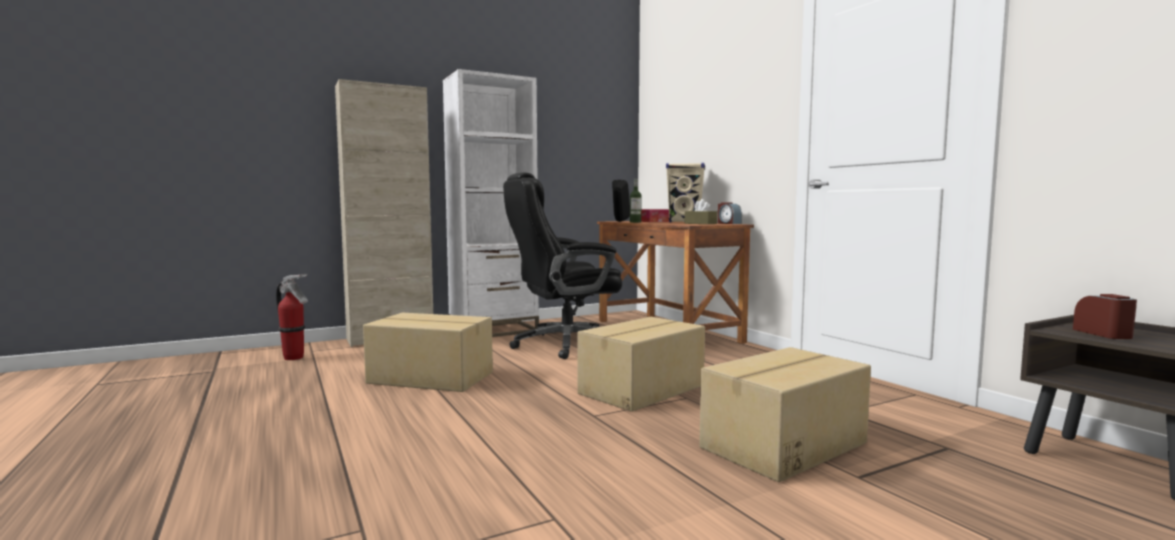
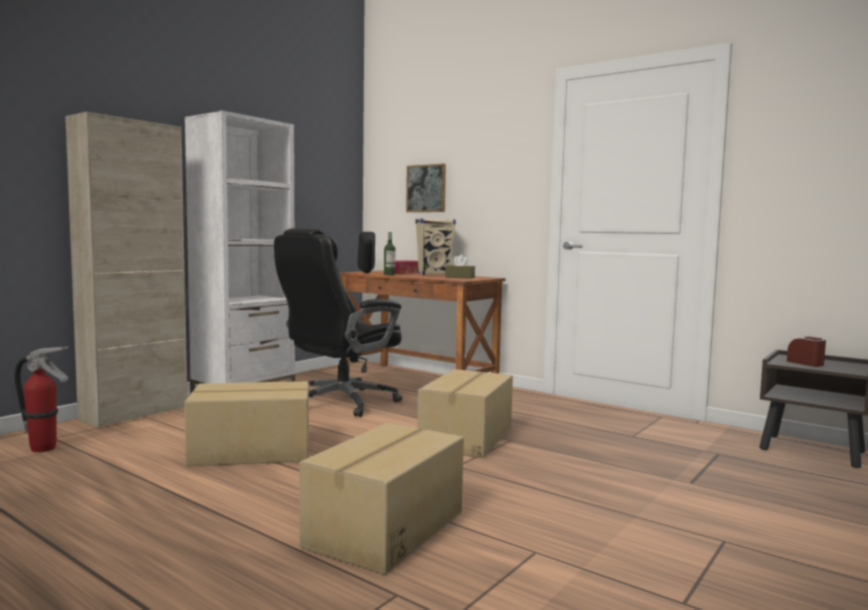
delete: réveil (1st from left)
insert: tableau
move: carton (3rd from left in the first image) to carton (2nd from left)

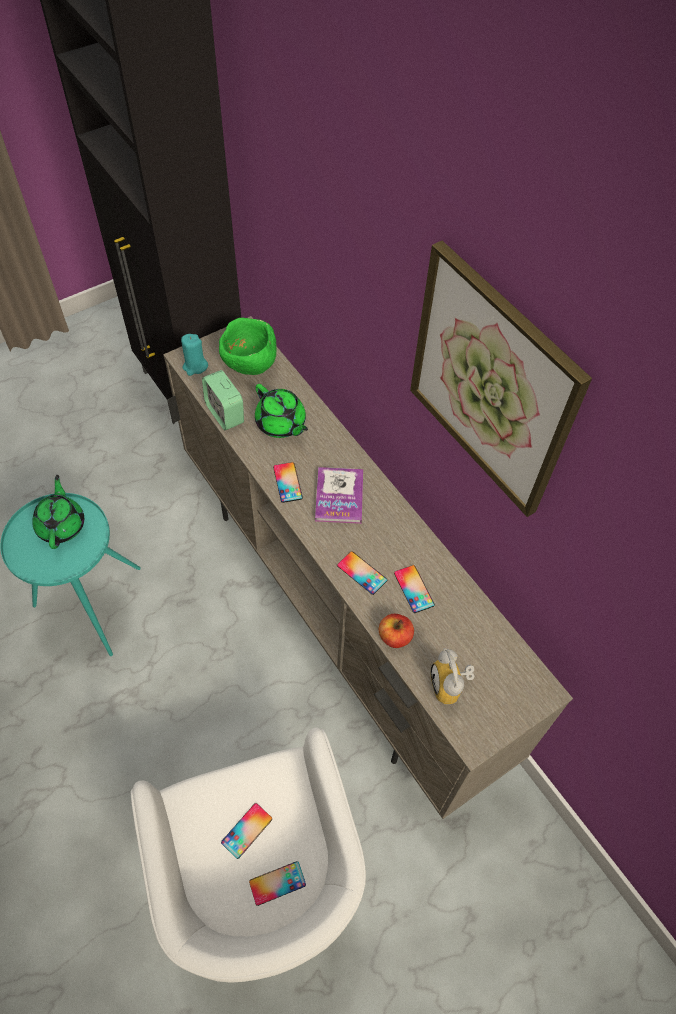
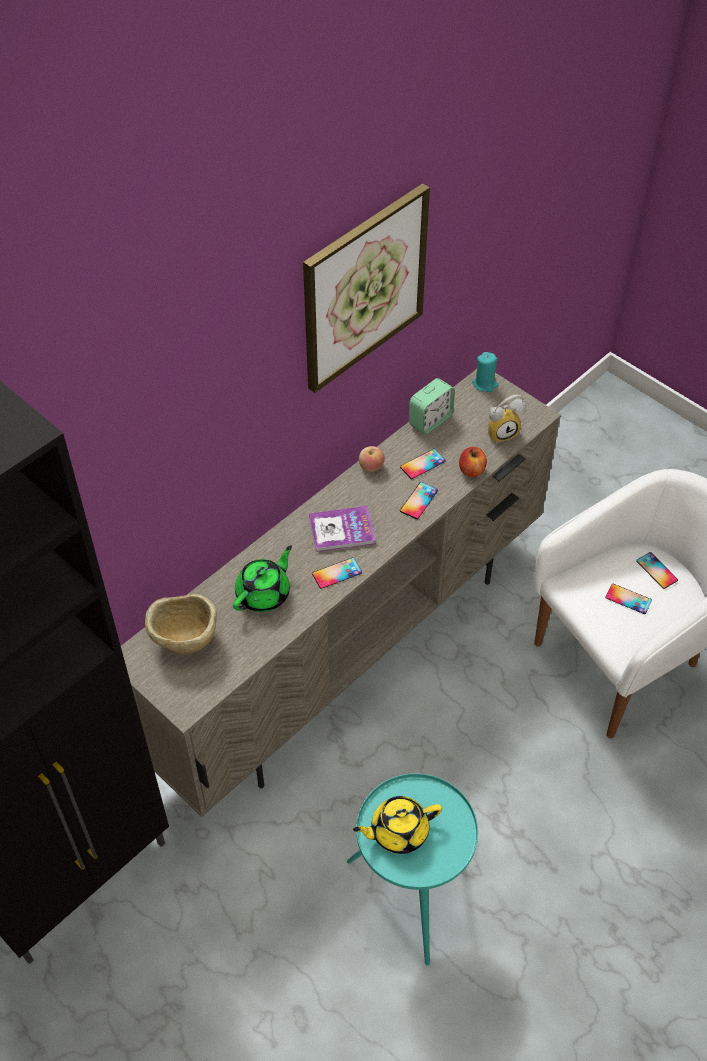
insert: pomme (1st from left)
move: bougie (turquoise); réveil (1st from left)
recolor: théière (vert) (1st from left) to théière (jaune); bol (vert) to bol (beige)

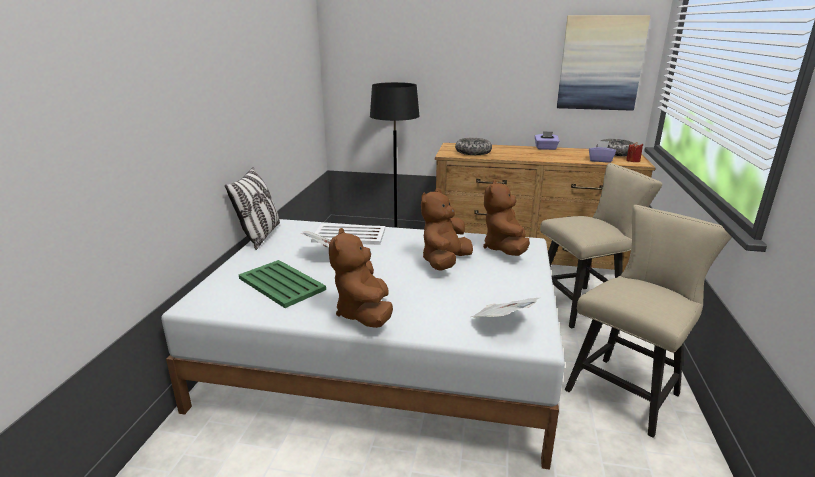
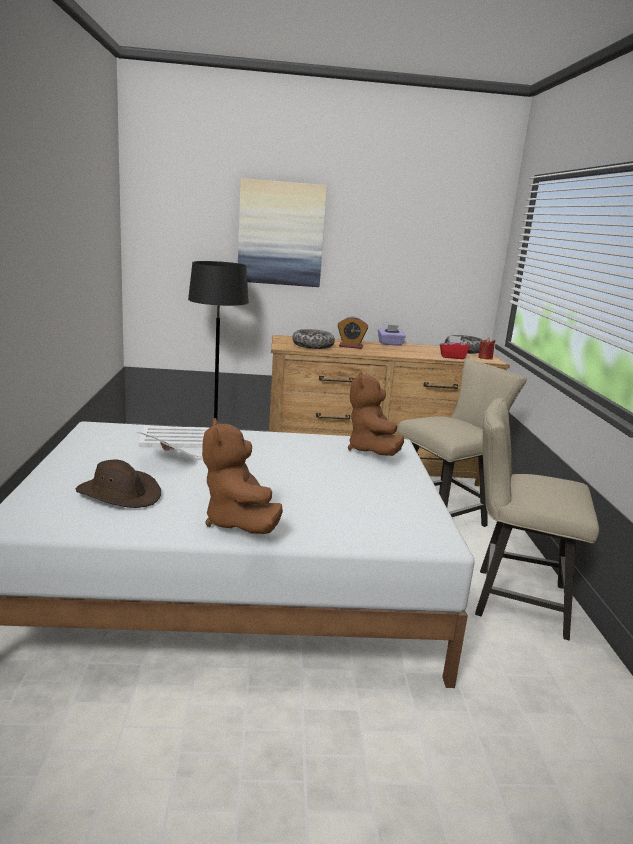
delete: coussin; peluche (marron) (2nd from left); journal (2nd from left)
insert: réveil
move: tableau
replace: plateau (vert) to chapeau (marron)
recolor: boîte à mouchoirs (violet) (2nd from left) to boîte à mouchoirs (rouge)
rotate: chaise (beige) (2nd from left) 105 degrees counterclockwise

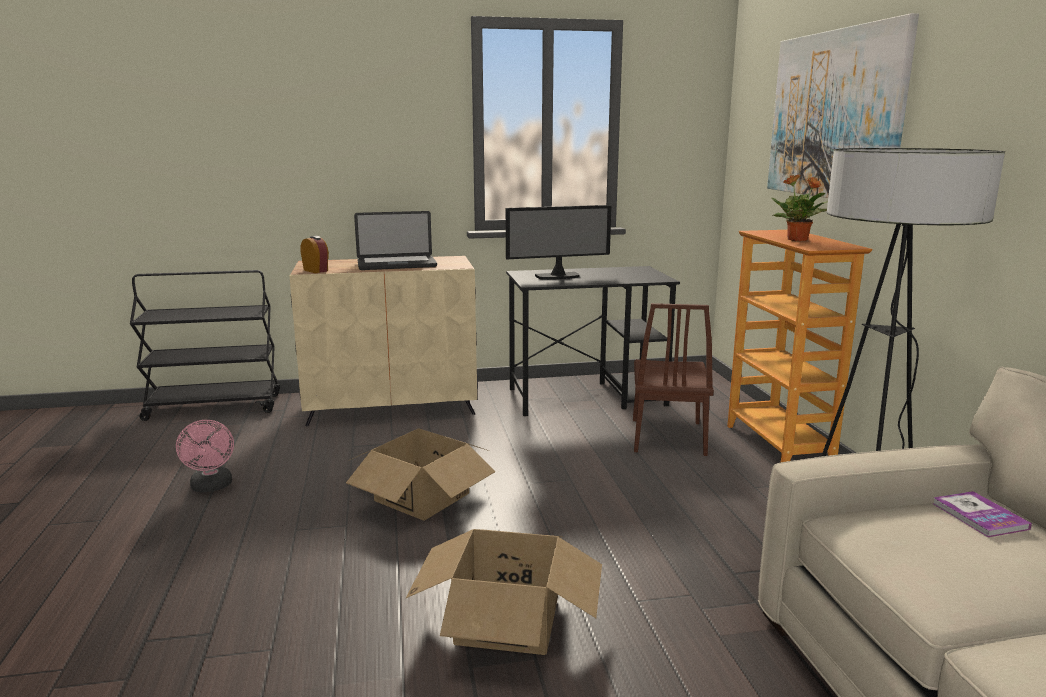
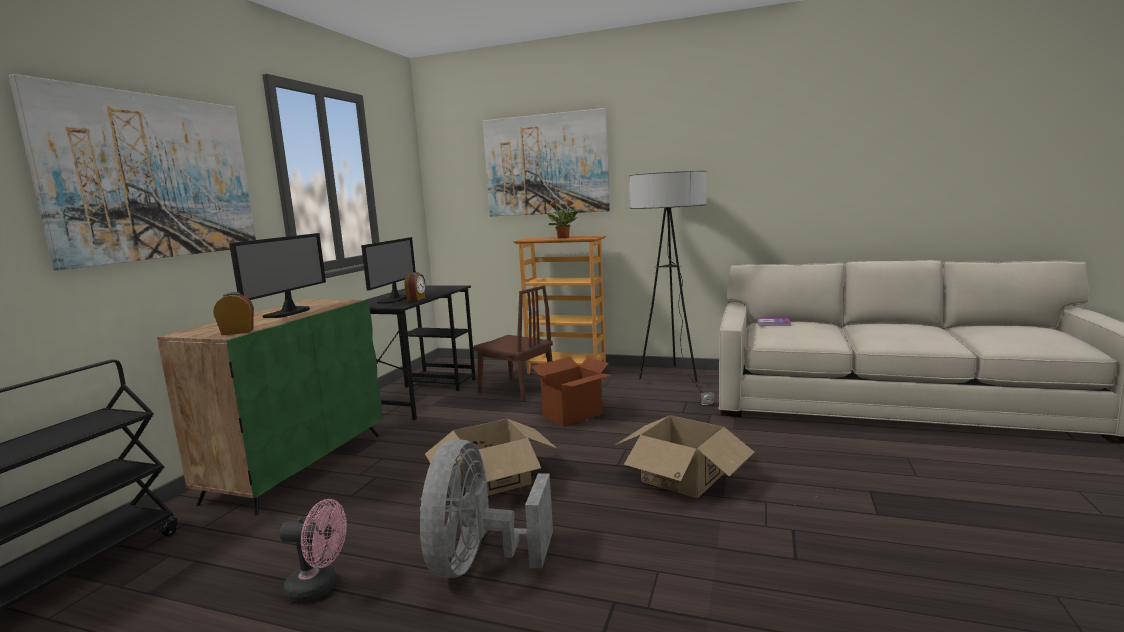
insert: tableau (1st from left); réveil (2nd from left); ventilateur (gris); carton (2nd from left)
replace: ordinateur portable to écran d'ordinateur (1st from left)
recolor: meuble de rangement (beige) to meuble de rangement (vert)

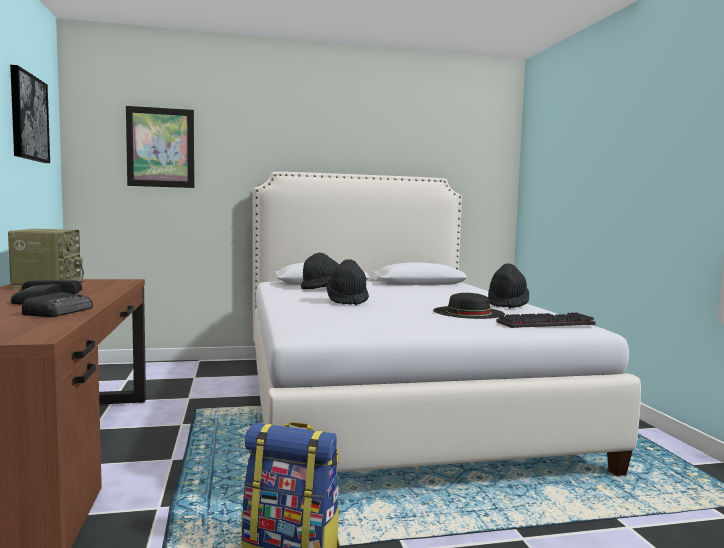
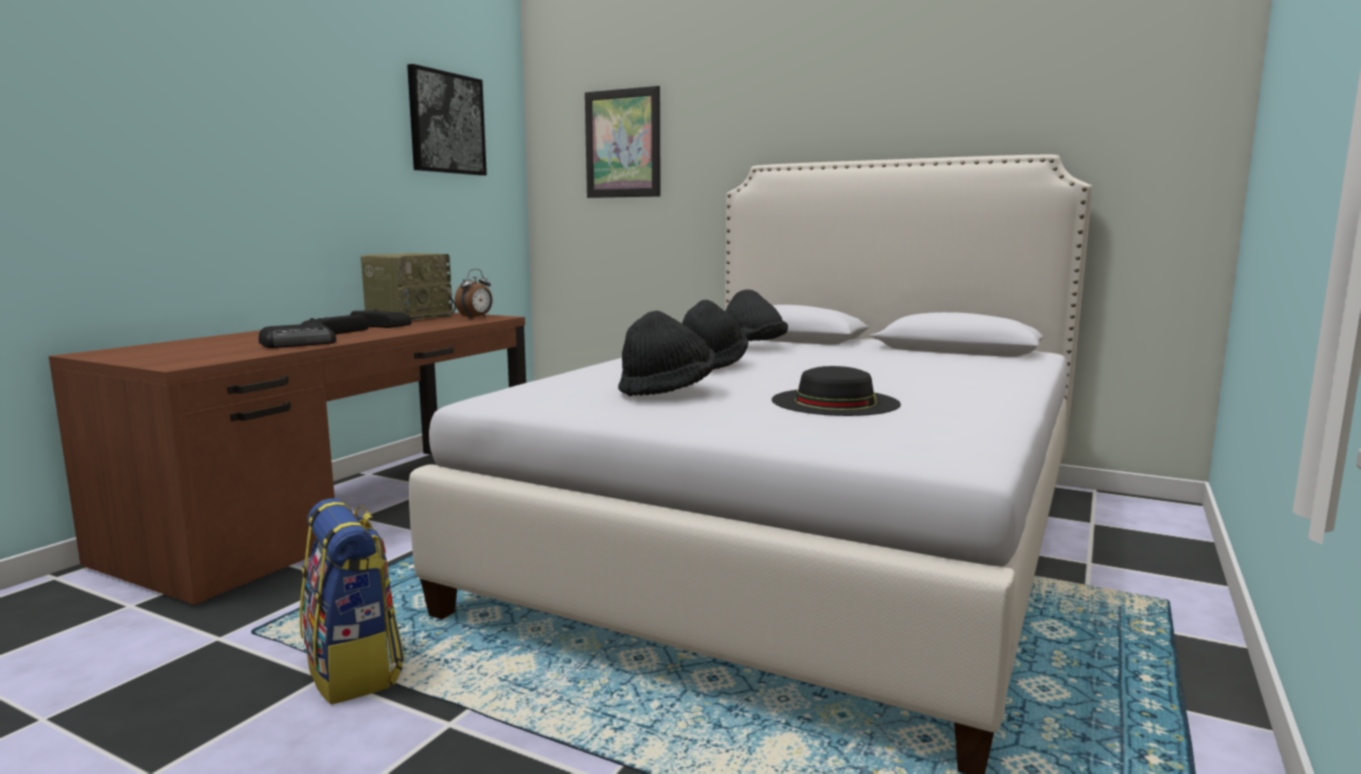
delete: clavier
insert: réveil
move: chapeau (noir) (4th from left in the first image) to chapeau (noir) (1st from left)

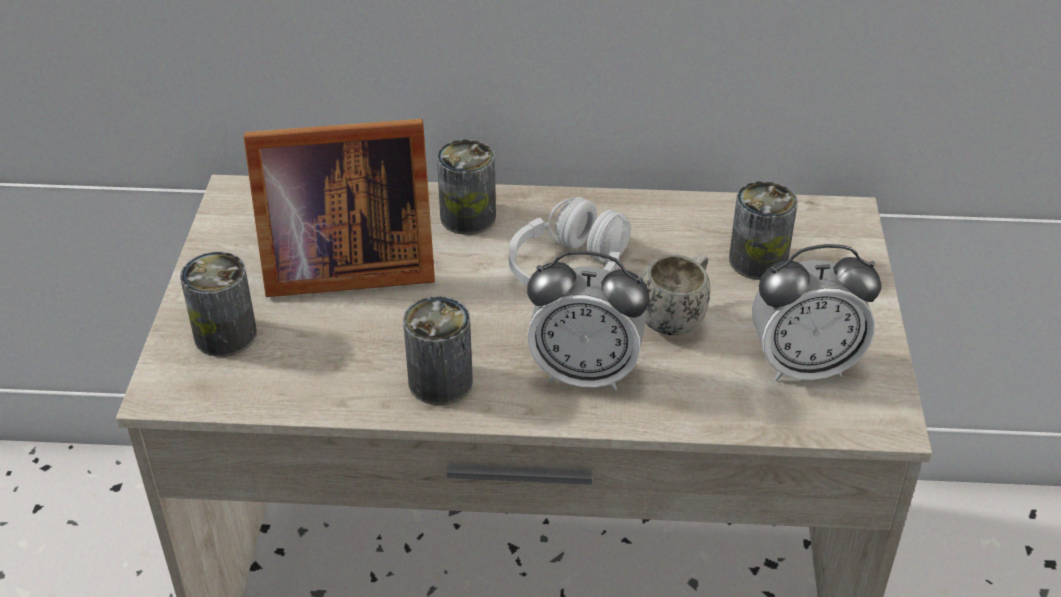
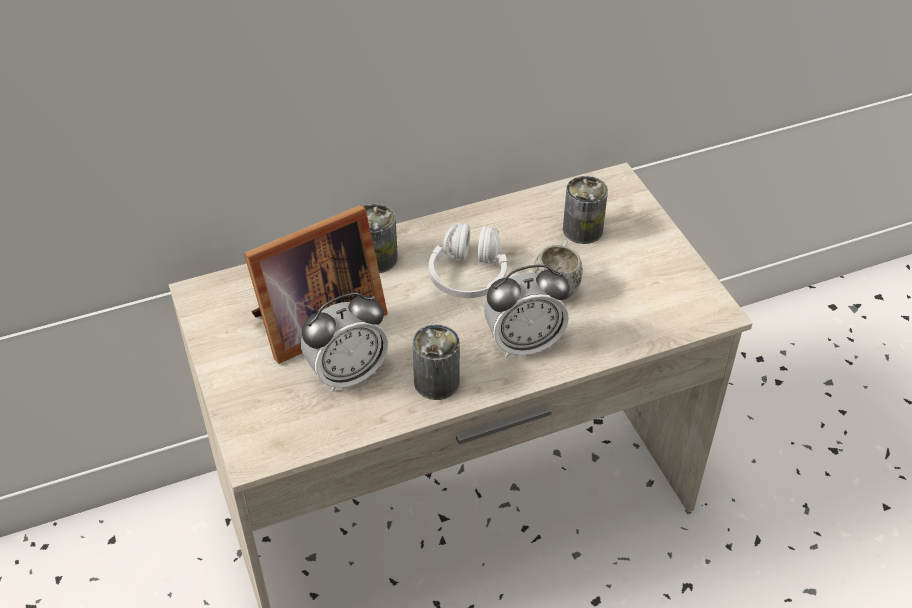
delete: boîte métallique (1st from left)
move: réveil (2nd from left in the first image) to réveil (1st from left)

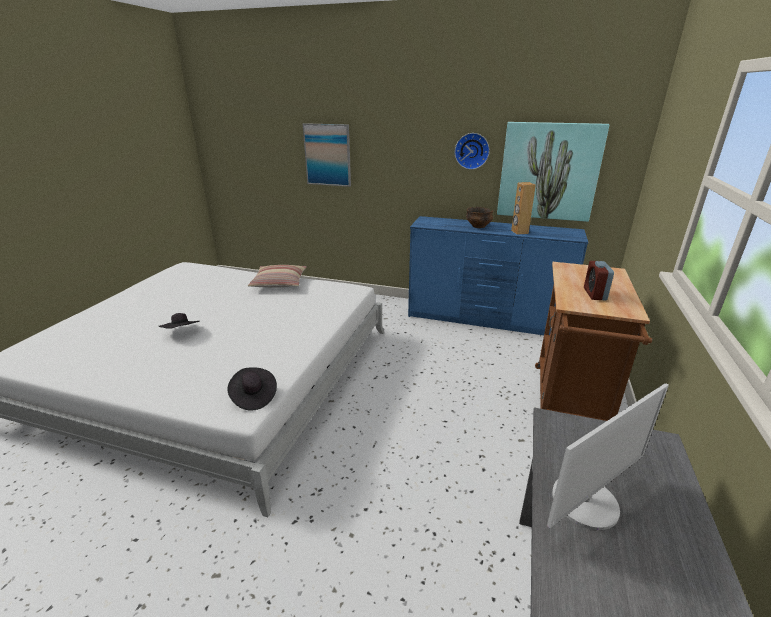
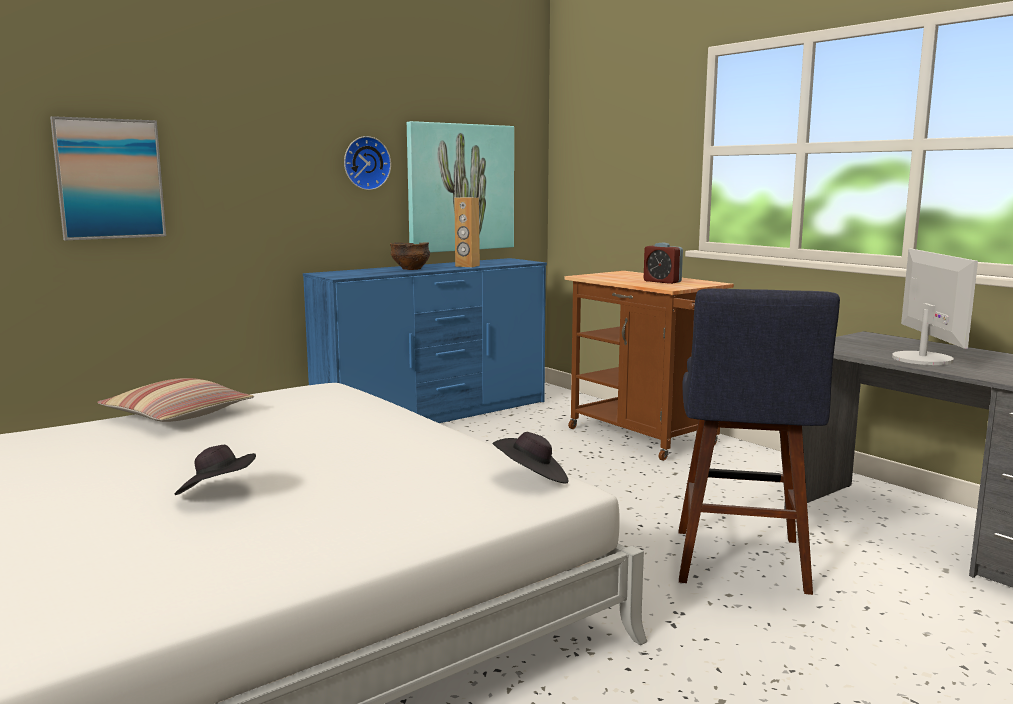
insert: tabouret (bleu)

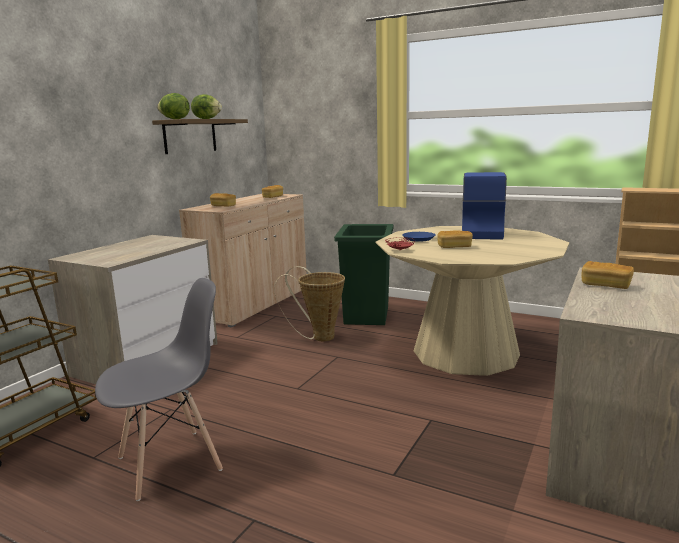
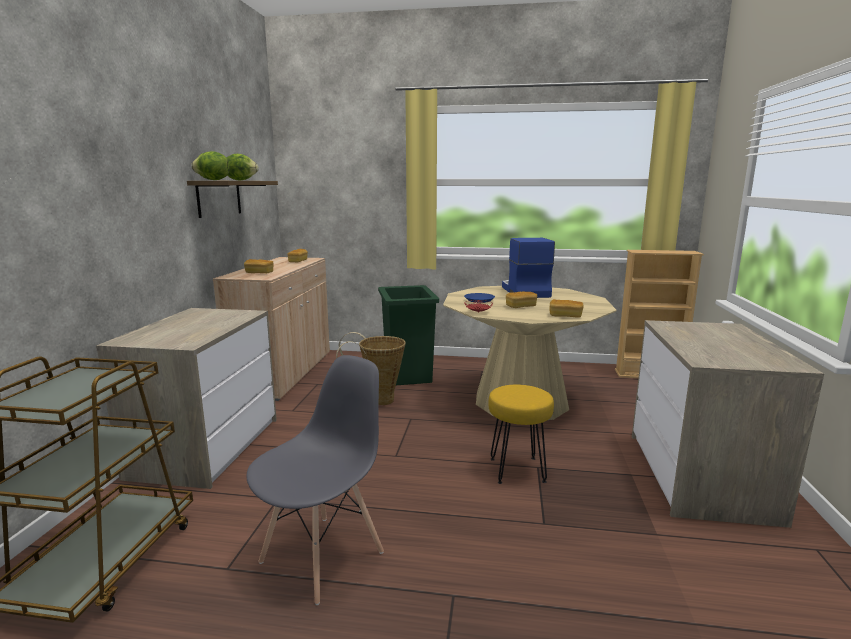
insert: tabouret (jaune)
move: pain (4th from left)

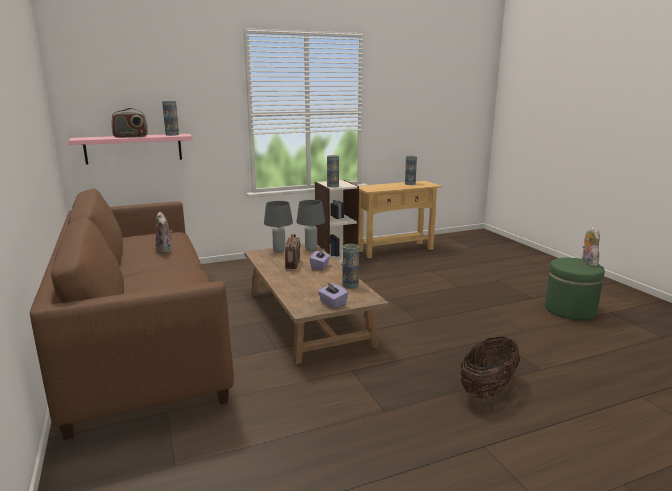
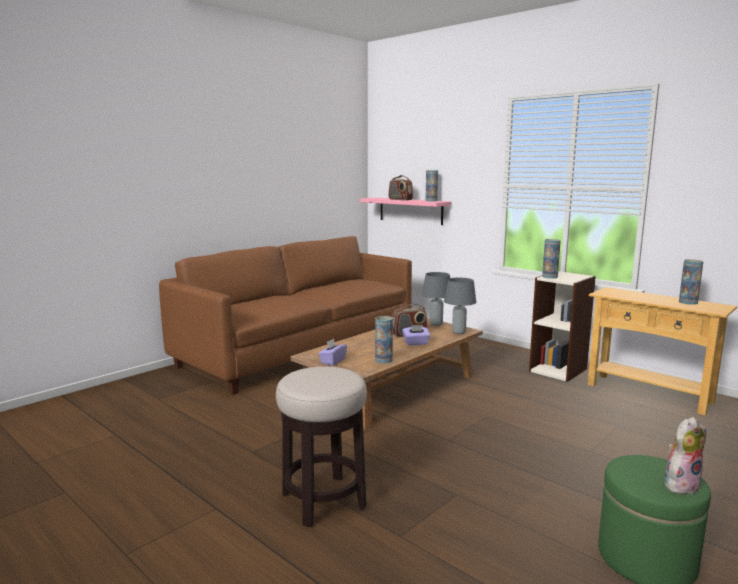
delete: peluche (1st from left)
replace: panier to tabouret

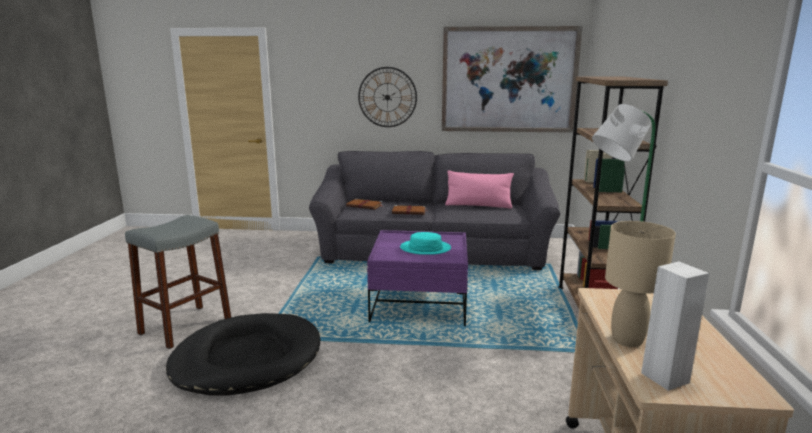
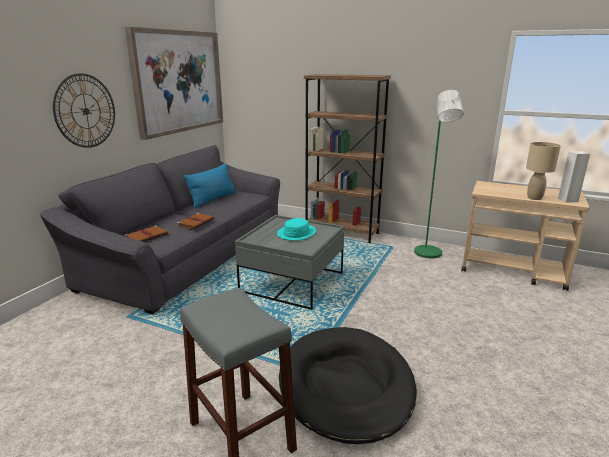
recolor: table basse (violet) to table basse (gris); coussin (rose) to coussin (bleu)

